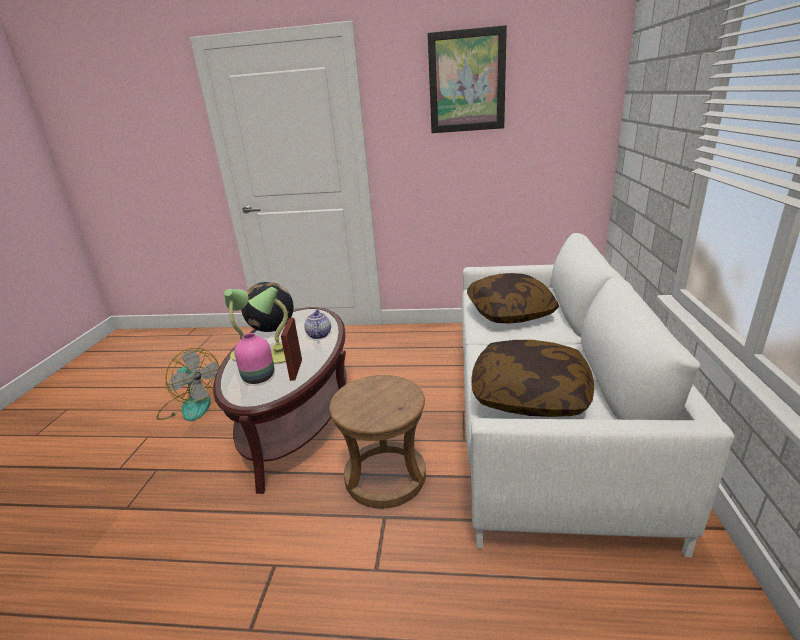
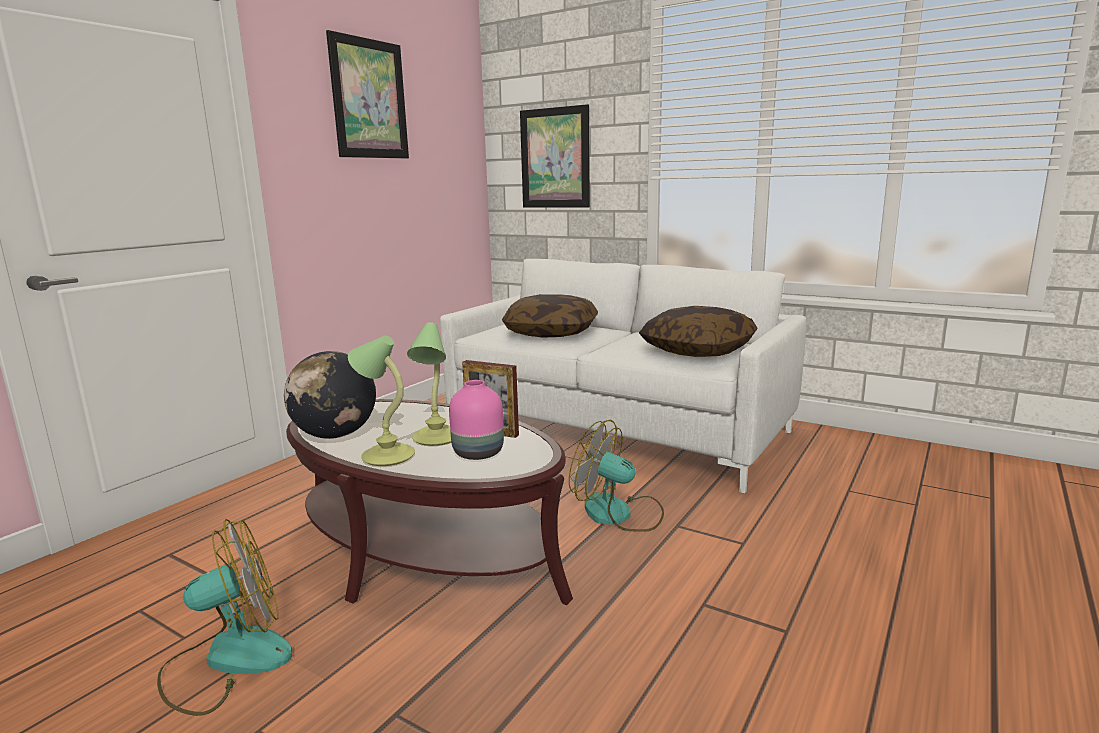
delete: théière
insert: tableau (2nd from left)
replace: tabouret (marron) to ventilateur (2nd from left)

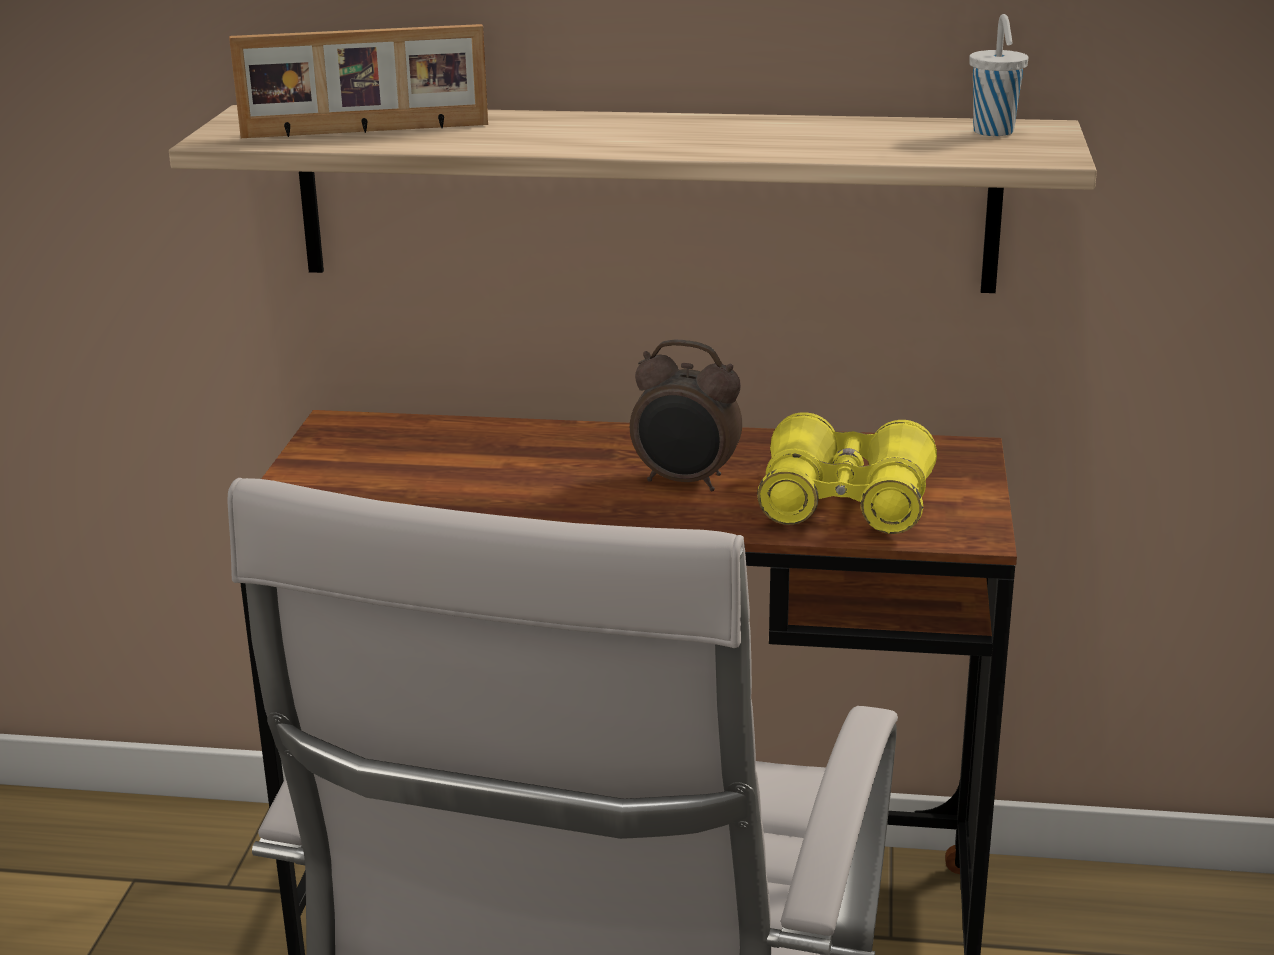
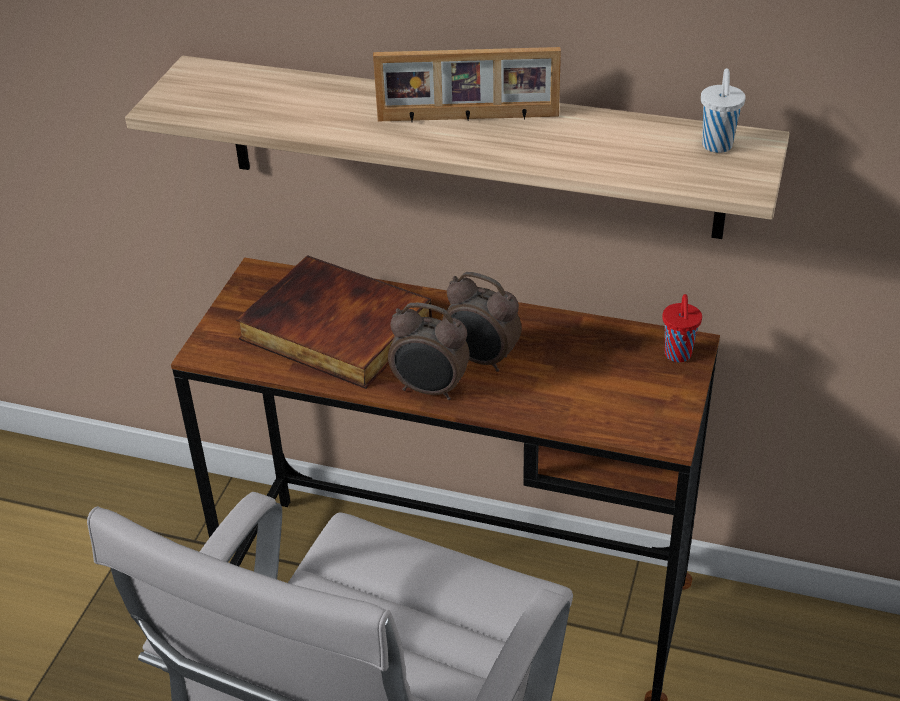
delete: jumelles (jaune)
insert: livre; réveil (1st from left); tasse (rouge)
move: cadre photo

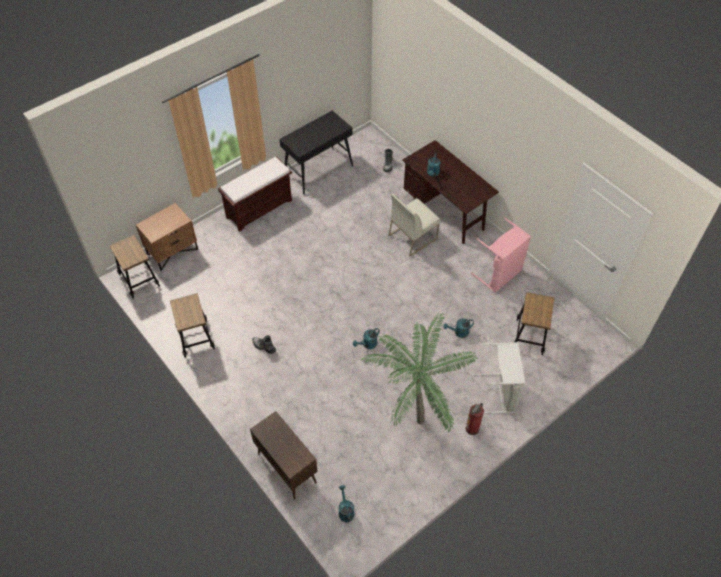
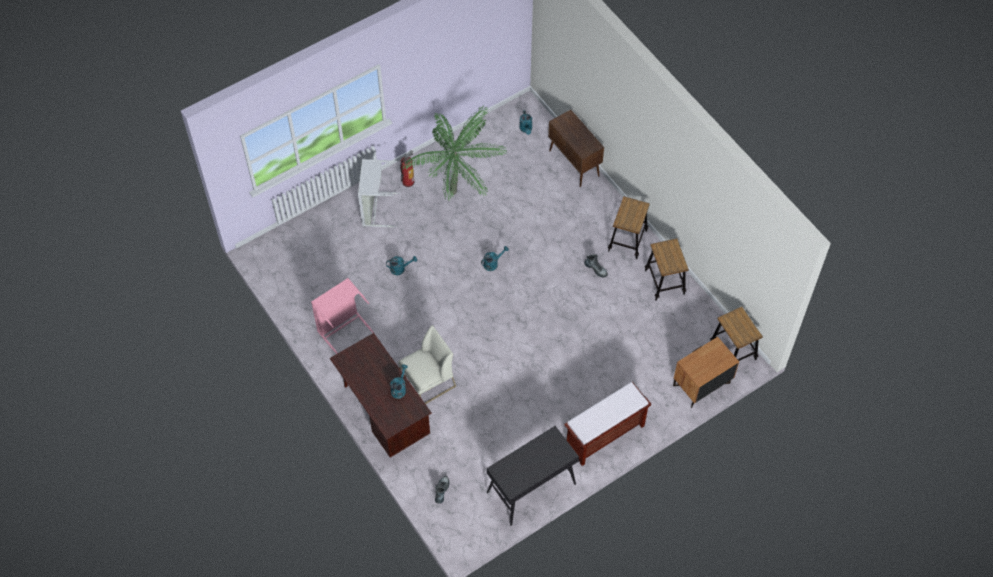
move: tabouret (3rd from left in the first image) to tabouret (1st from left)

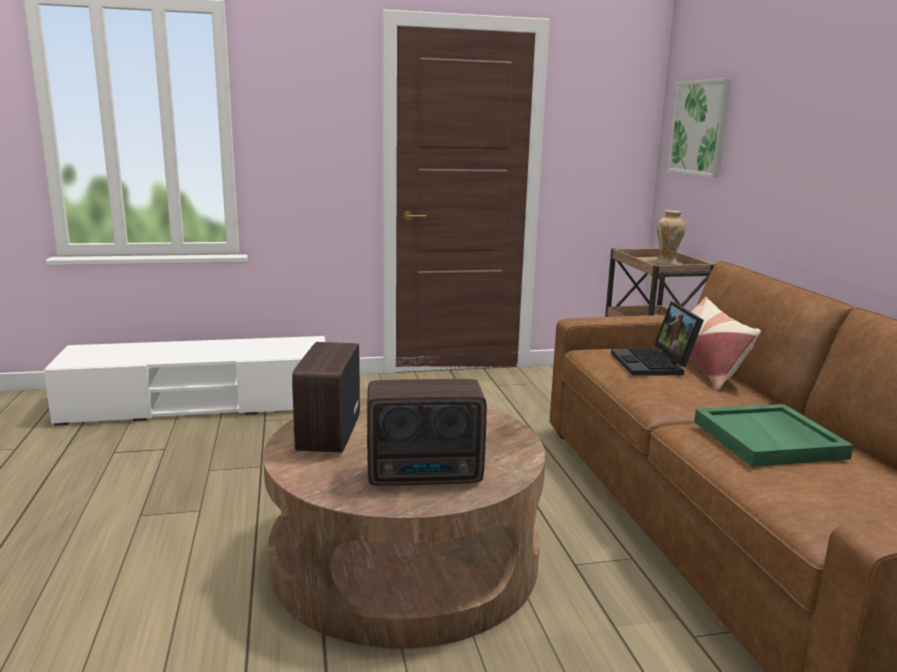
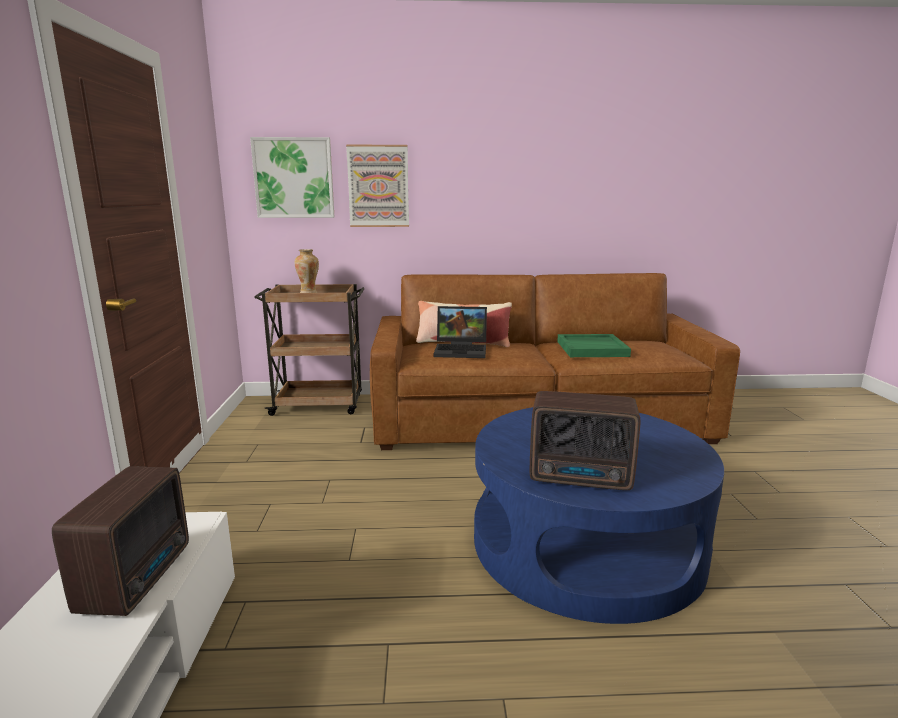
insert: tableau (2nd from left)
move: radio (2nd from left in the first image) to radio (1st from left)
recolor: table basse (marron) to table basse (bleu)

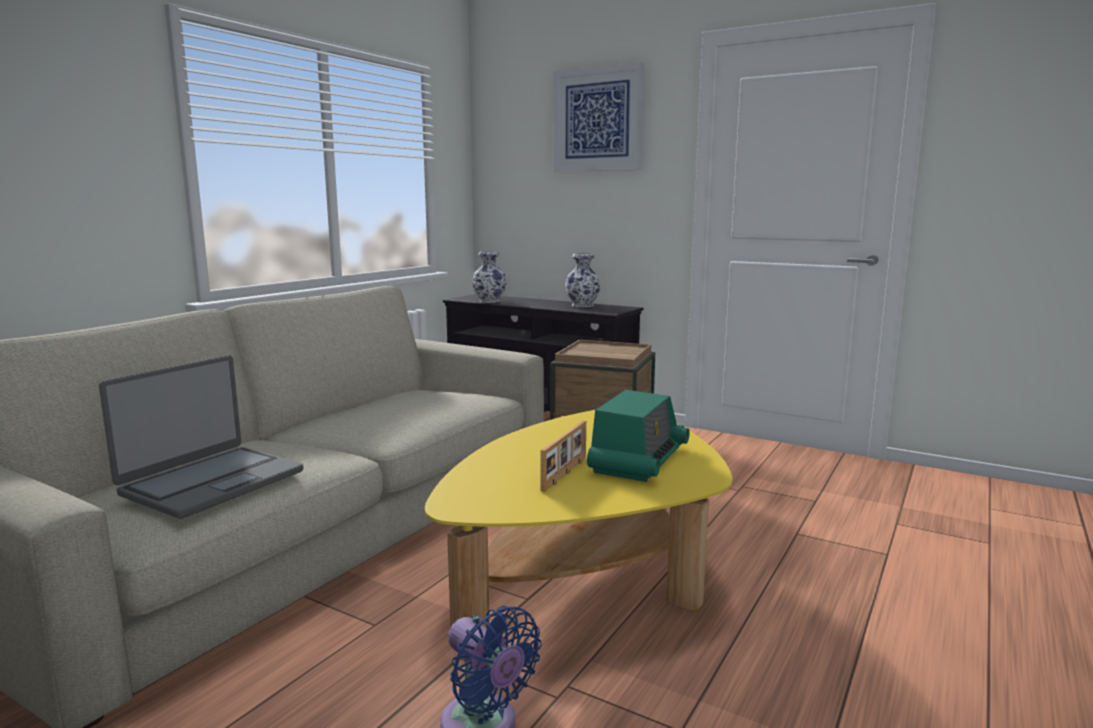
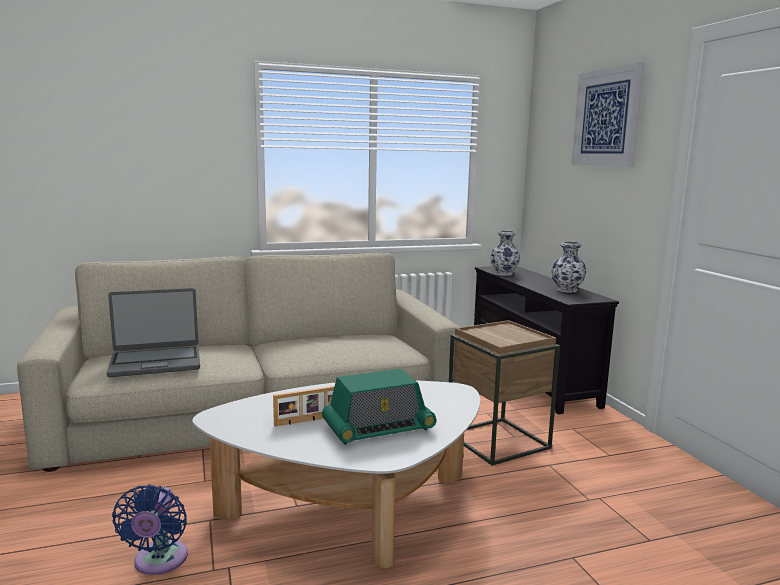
recolor: table basse (jaune) to table basse (blanc)

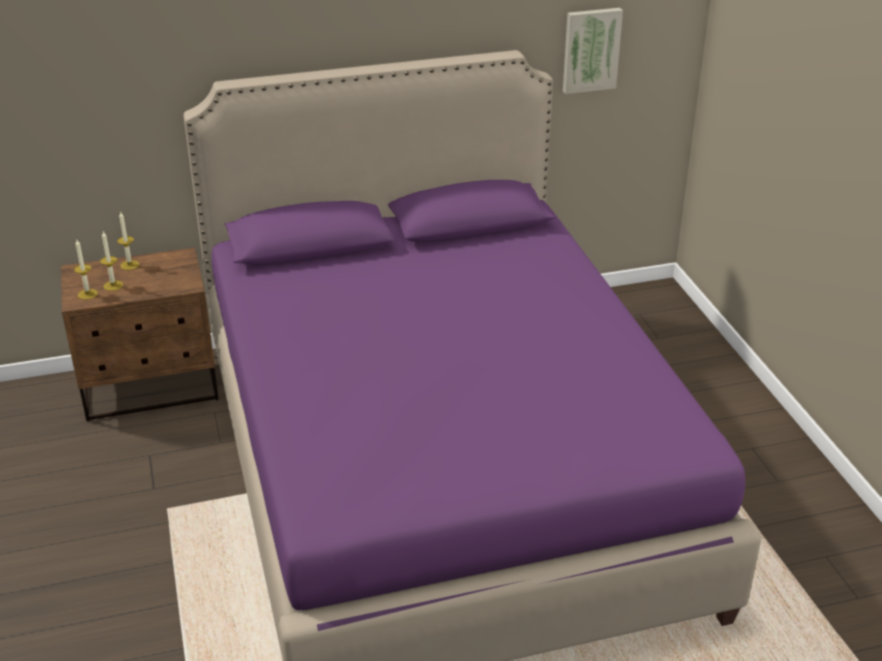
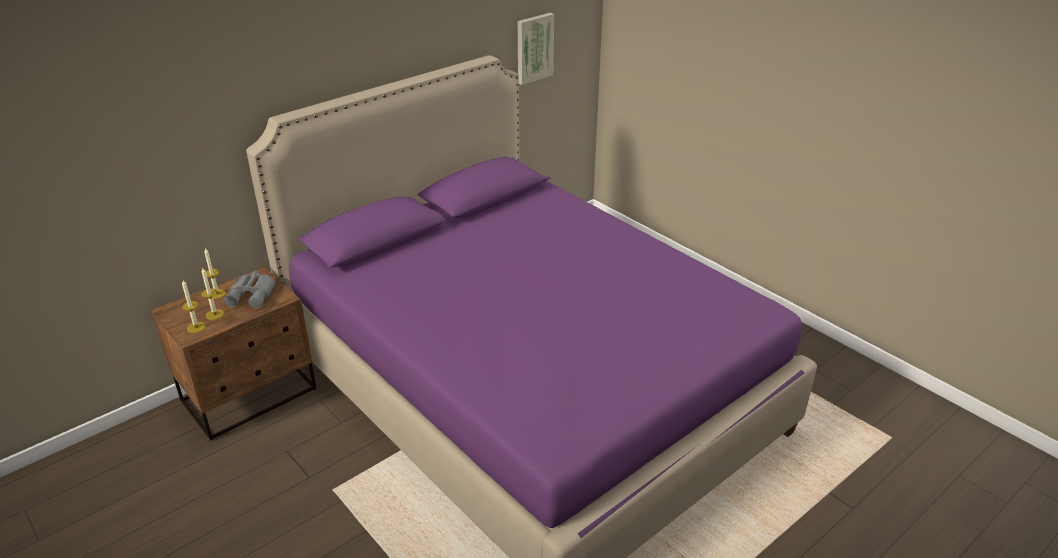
insert: jumelles (gris)

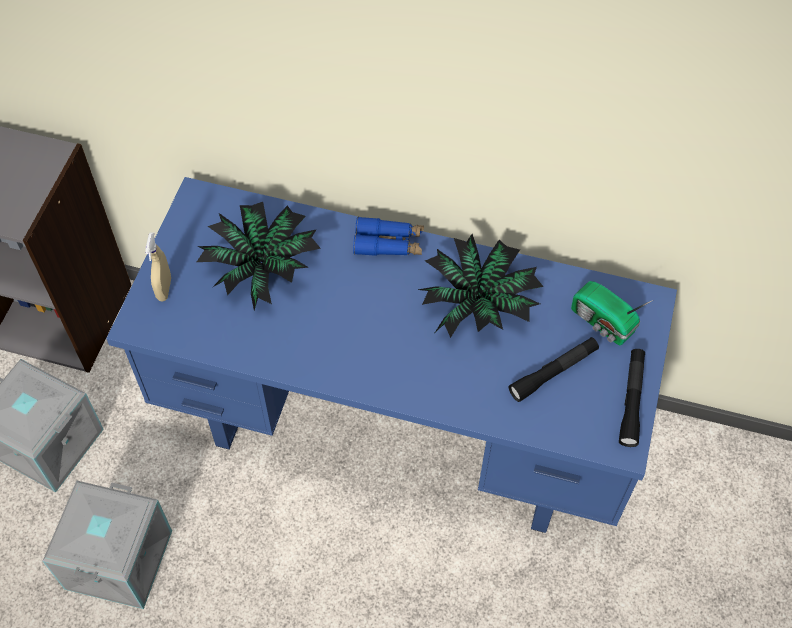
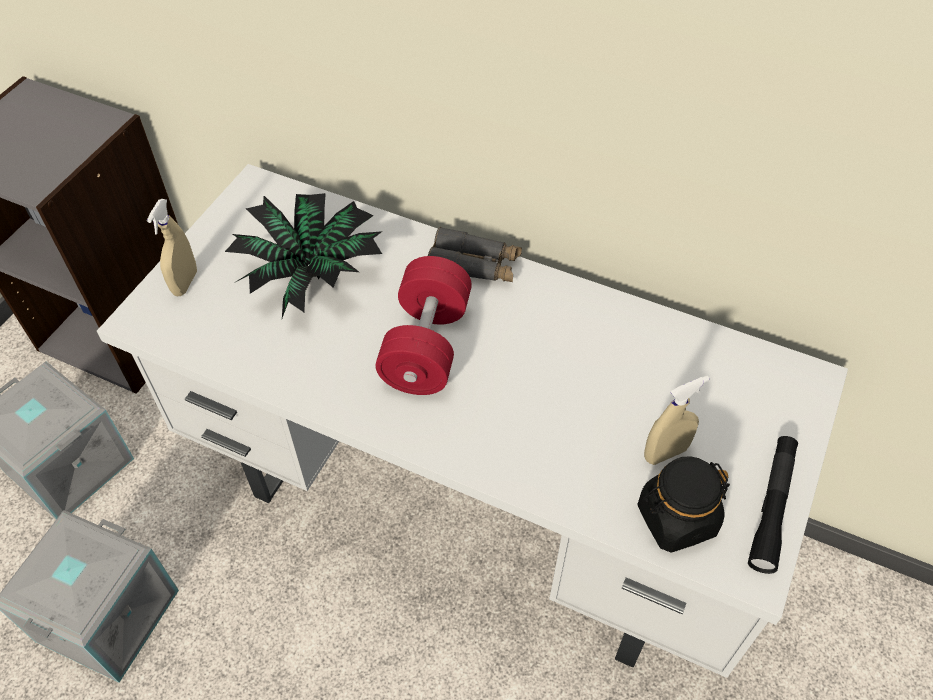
delete: plante en pot (2nd from left); radio
insert: haltère (rouge); bocal (noir)
replace: lampe de poche (noir) (1st from left) to vaporisateur (beige) (2nd from left)
recolor: bureau (bleu) to bureau (blanc); jumelles (bleu) to jumelles (gris)

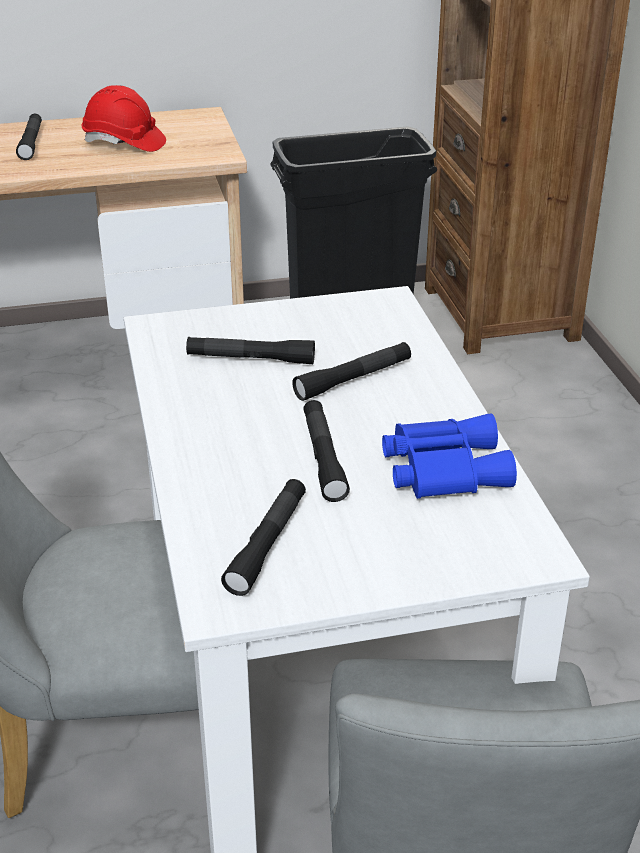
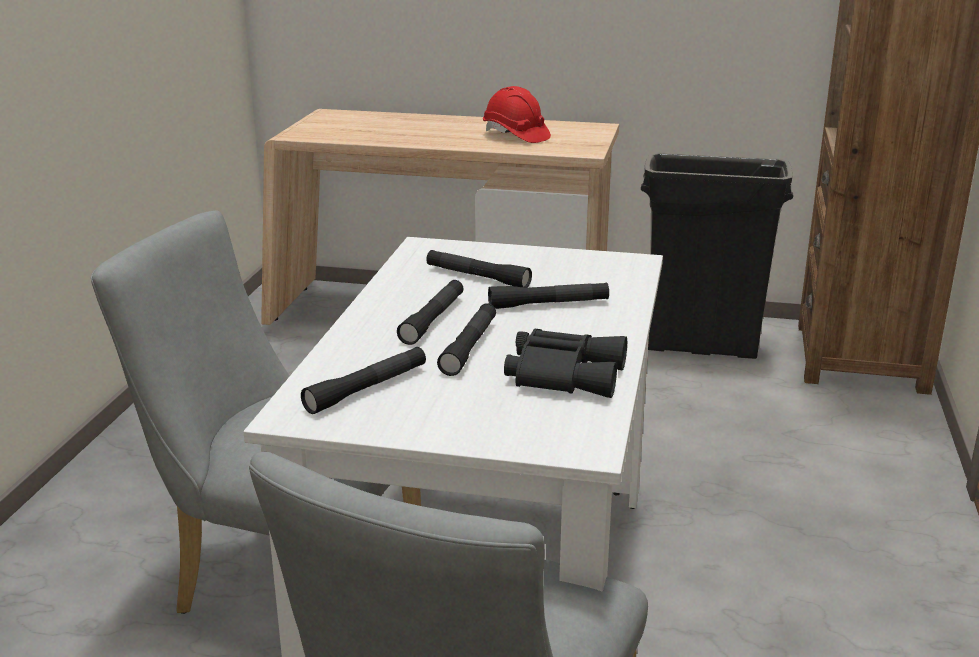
move: lampe de poche (noir) (1st from left in the first image) to lampe de poche (noir) (2nd from left)
recolor: jumelles (bleu) to jumelles (noir)

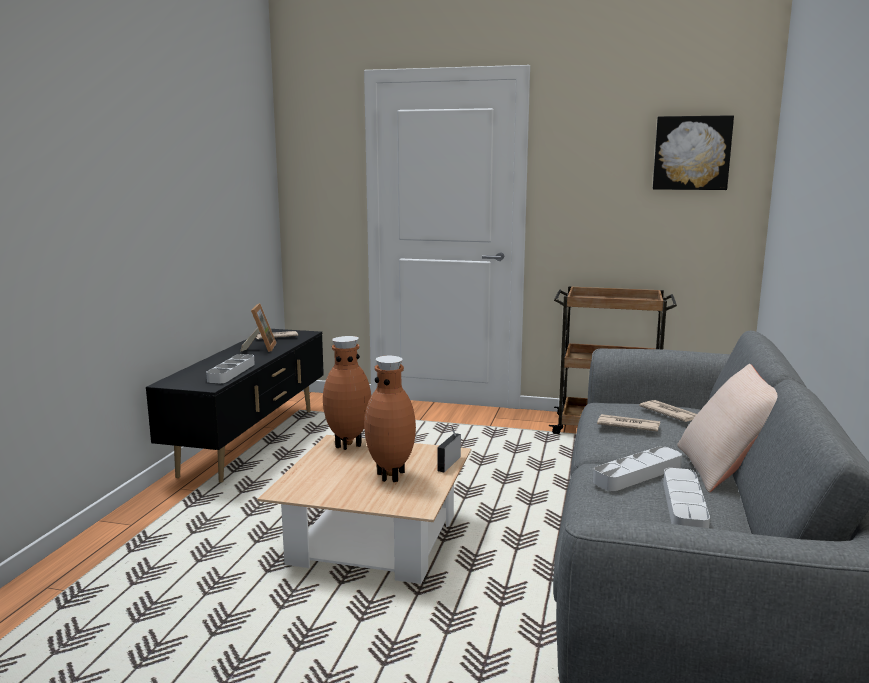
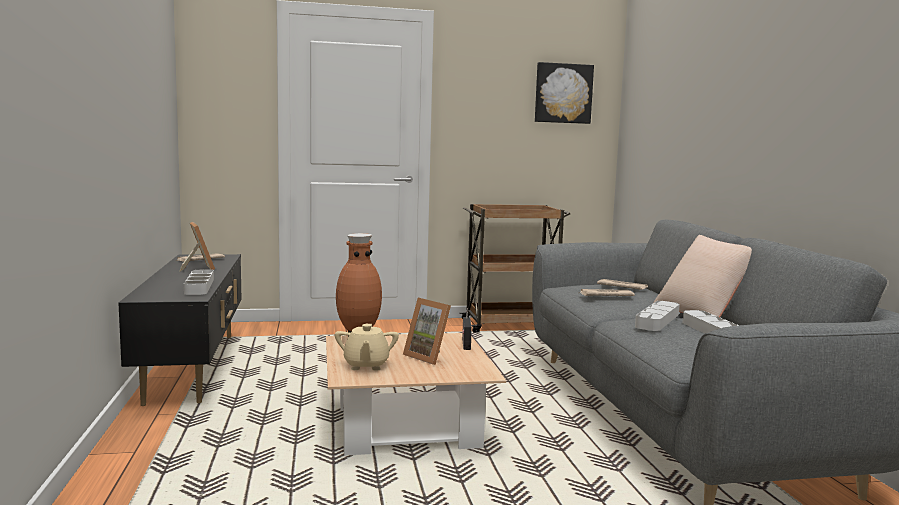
insert: théière (beige)
replace: vase (marron) (2nd from left) to cadre photo (2nd from left)

